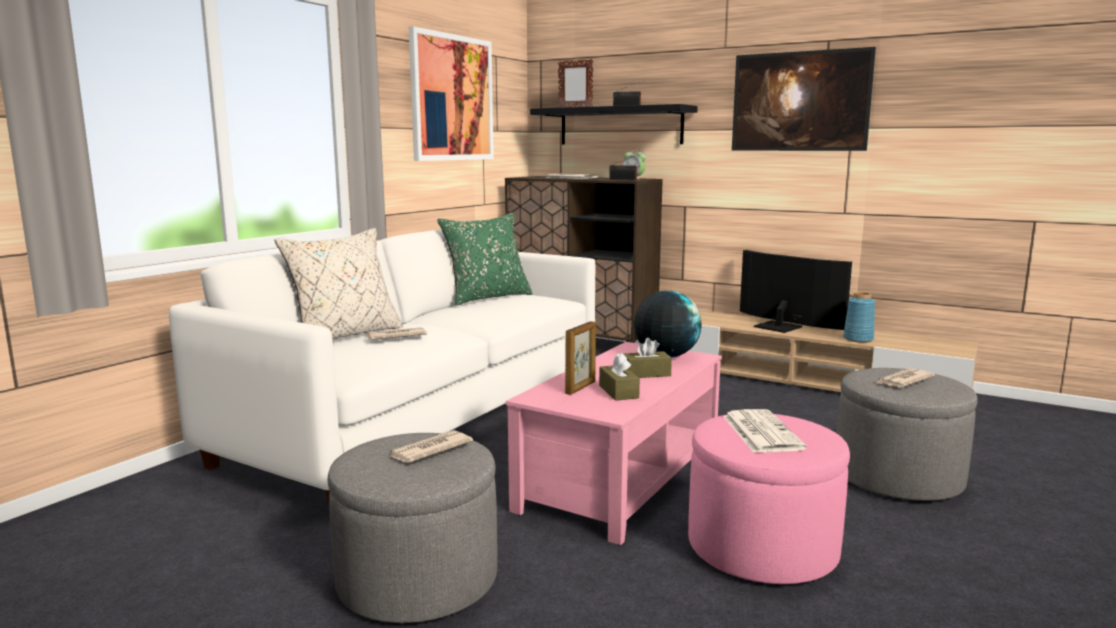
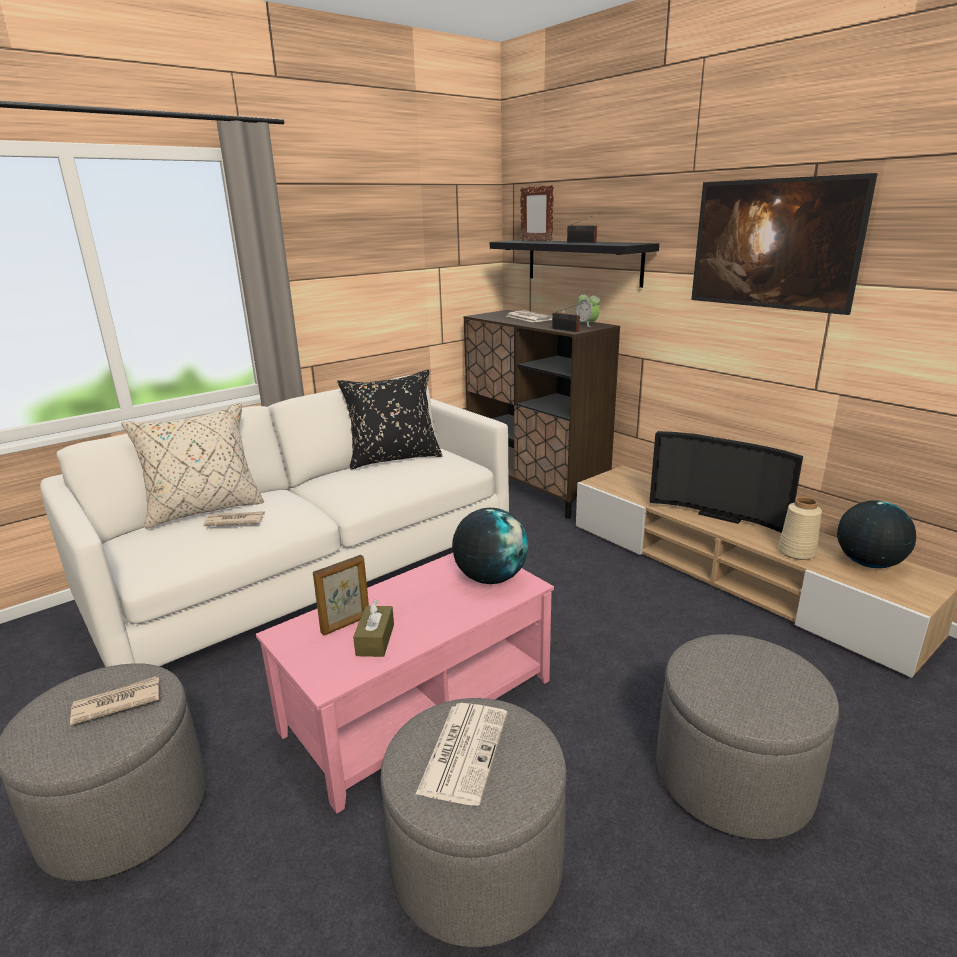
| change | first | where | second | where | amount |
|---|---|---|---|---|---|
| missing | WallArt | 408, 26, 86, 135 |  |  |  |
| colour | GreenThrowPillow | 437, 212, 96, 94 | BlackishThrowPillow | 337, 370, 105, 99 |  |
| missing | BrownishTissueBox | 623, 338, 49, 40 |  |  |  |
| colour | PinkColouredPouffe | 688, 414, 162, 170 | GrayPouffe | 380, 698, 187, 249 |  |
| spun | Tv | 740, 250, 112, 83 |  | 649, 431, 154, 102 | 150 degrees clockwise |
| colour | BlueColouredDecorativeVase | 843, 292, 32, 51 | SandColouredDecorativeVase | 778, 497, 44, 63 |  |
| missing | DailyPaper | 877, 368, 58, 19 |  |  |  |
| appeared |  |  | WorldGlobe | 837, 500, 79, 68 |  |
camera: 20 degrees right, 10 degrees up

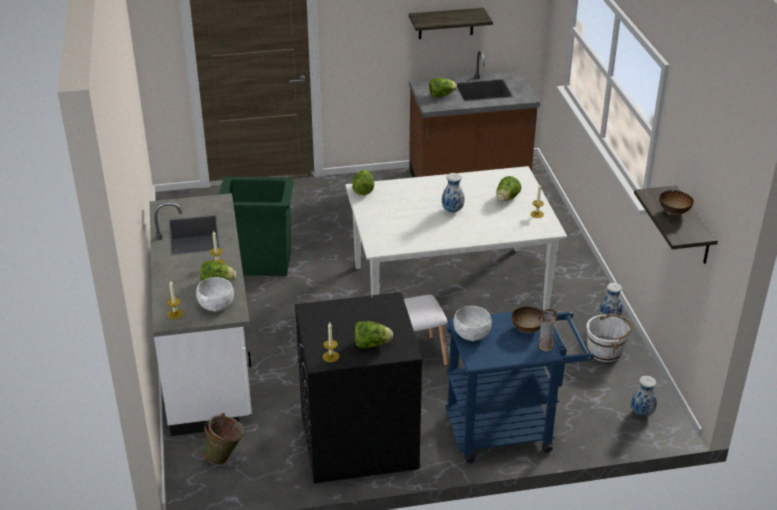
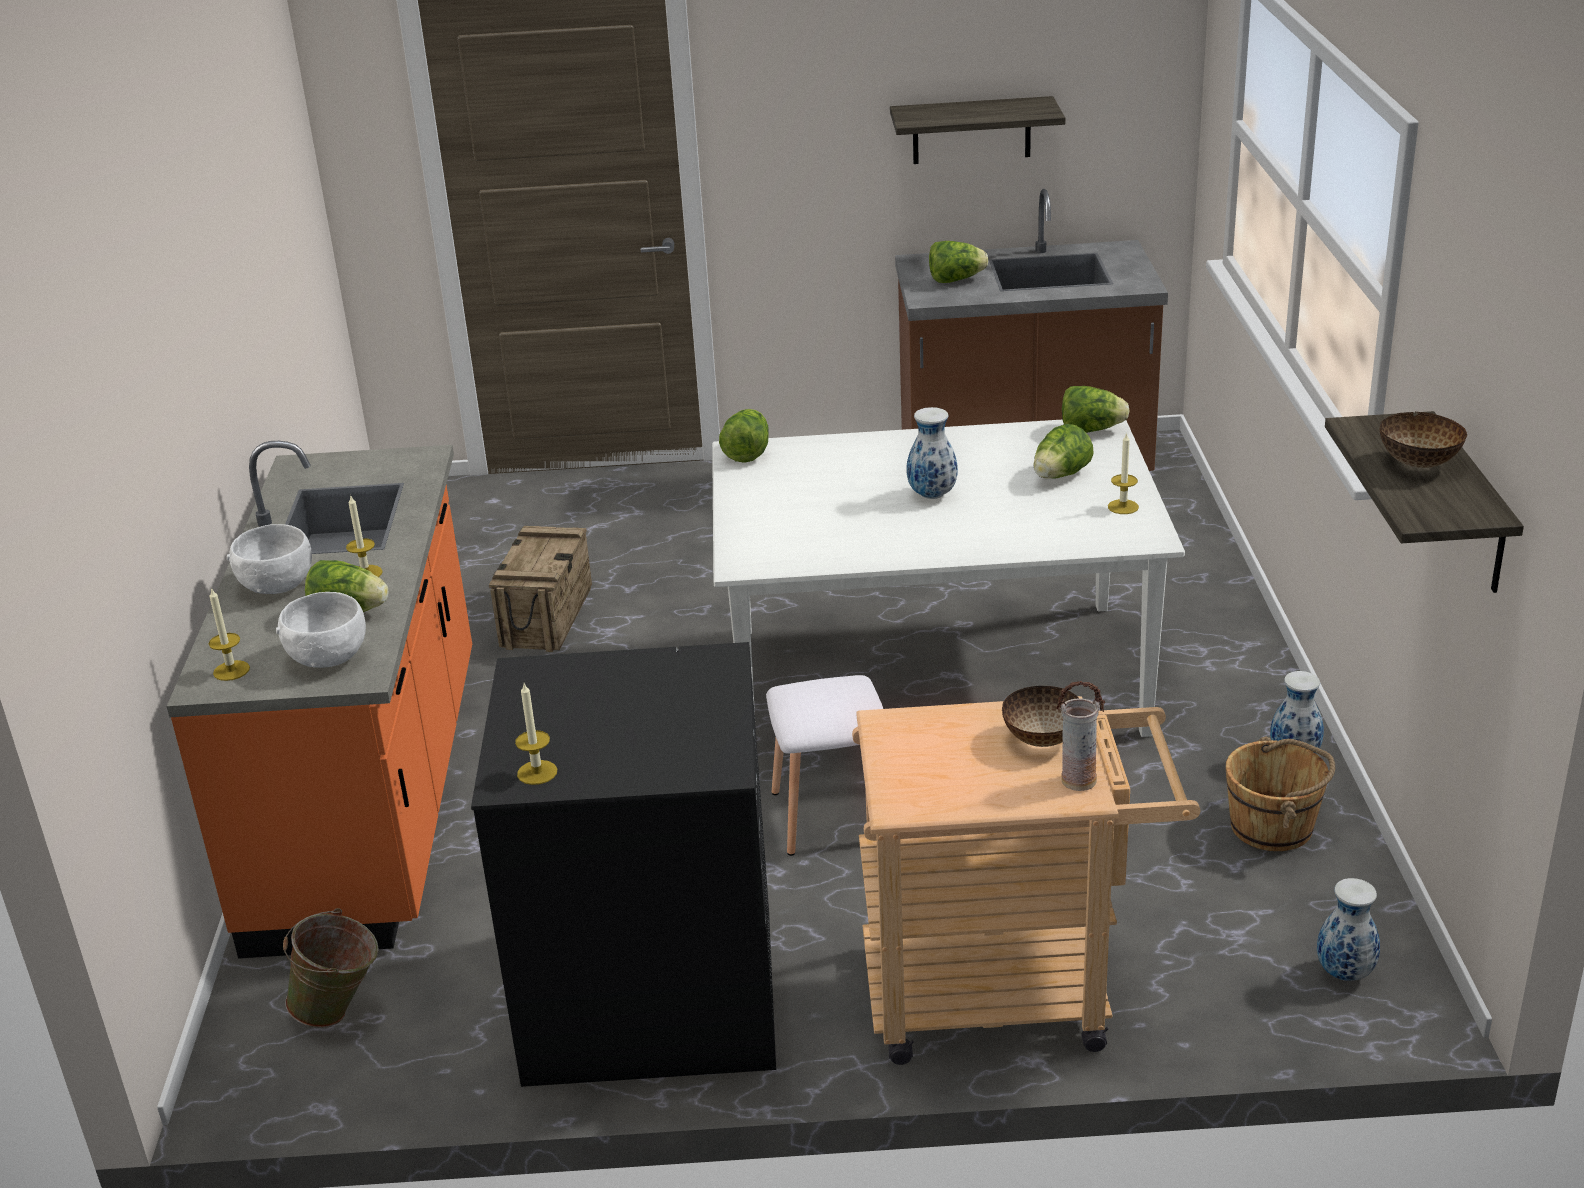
| change | first | where | second | where | amount |
|---|---|---|---|---|---|
| colour | WhitishKitchenBaseUnit | 149, 193, 103, 243 | OrangeColouredKitchenBaseUnit | 167, 441, 305, 518 |  |
| exchanged | GreenWasteBin | 219, 177, 75, 99 | ShippingCrate | 489, 526, 103, 126 |  |
| relocated | LettuceHead | 354, 321, 39, 27 |  | 1062, 386, 68, 47 |  |
| colour | BlueColouredCart | 445, 309, 149, 154 | SandColouredCart | 852, 696, 348, 369 |  |
| relocated | WhitishDeepDish | 453, 306, 39, 35 |  | 227, 524, 85, 70 |  |
| colour | WhitishBucket | 587, 313, 45, 49 | BrownishBucket | 1226, 736, 109, 115 |  |
camera: 10 degrees right, 5 degrees down

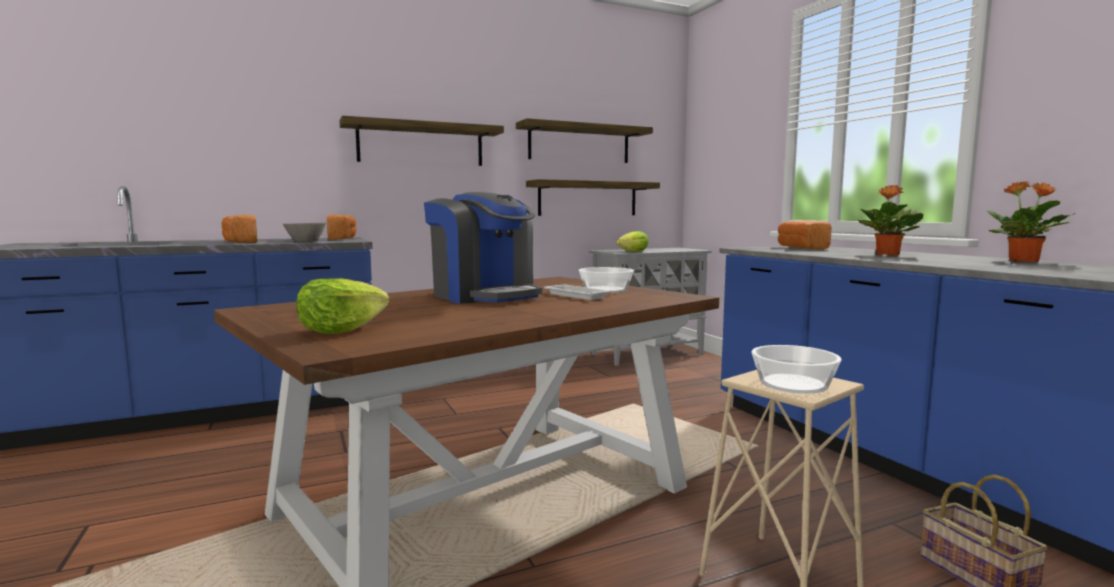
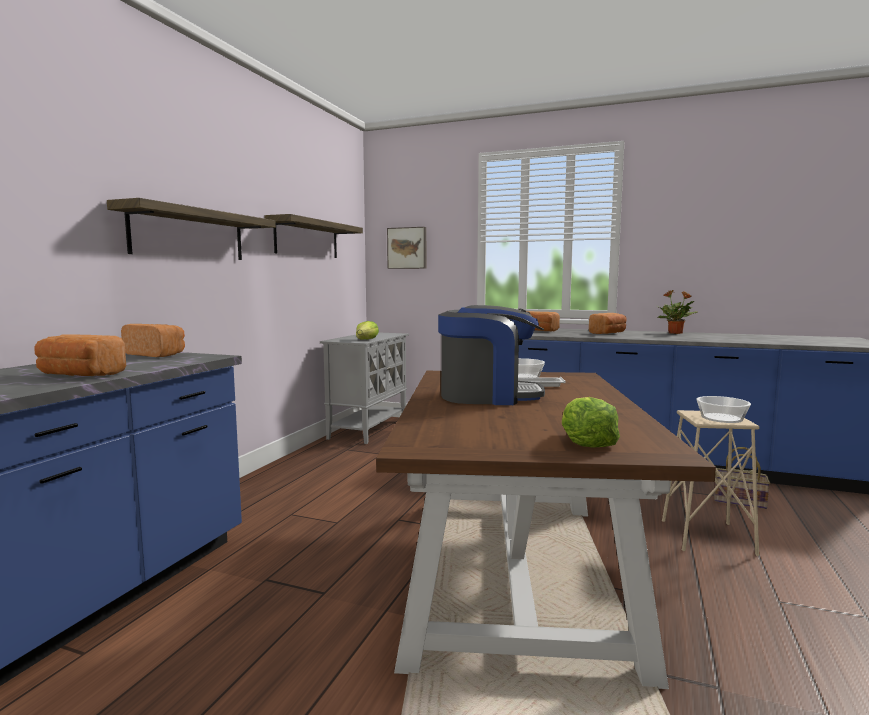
| change | first | where | second | where | amount |
|---|---|---|---|---|---|
| missing | GrayDeepDish | 283, 223, 43, 19 |  |  |  |
| missing | WallShelf | 526, 179, 134, 37 |  |  |  |
| exchanged | PlantInAPot | 858, 185, 66, 71 | Bread | 589, 313, 38, 21 |  |
| appeared |  |  | WallArt | 387, 227, 39, 42 |  |
camera: 45 degrees left, 0 degrees up

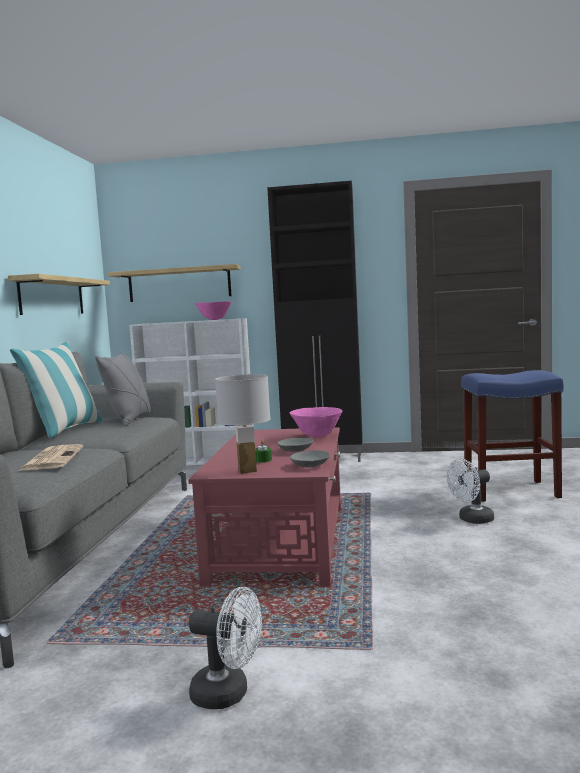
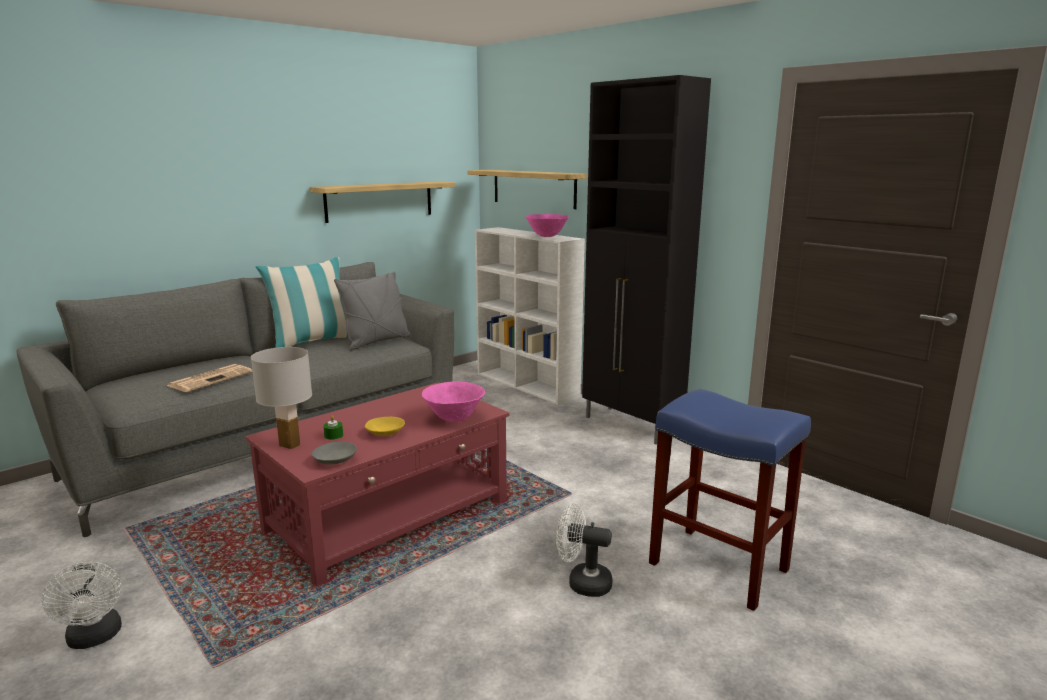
| change | first | where | second | where | amount |
|---|---|---|---|---|---|
| colour | GrayDeepDish | 277, 438, 36, 14 | YellowDeepDish | 365, 417, 40, 19 |  |
camera: 40 degrees right, 10 degrees up

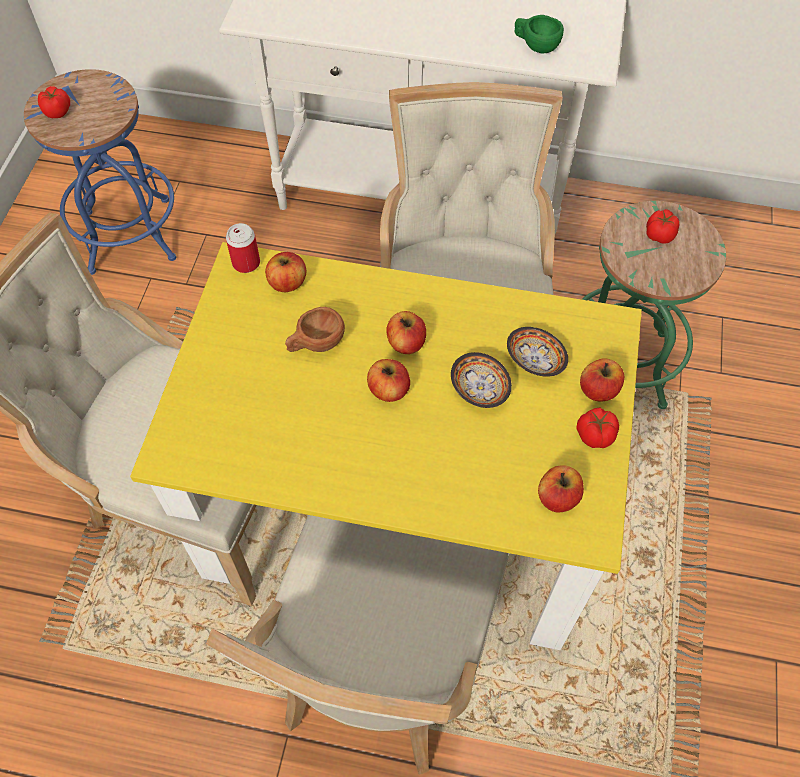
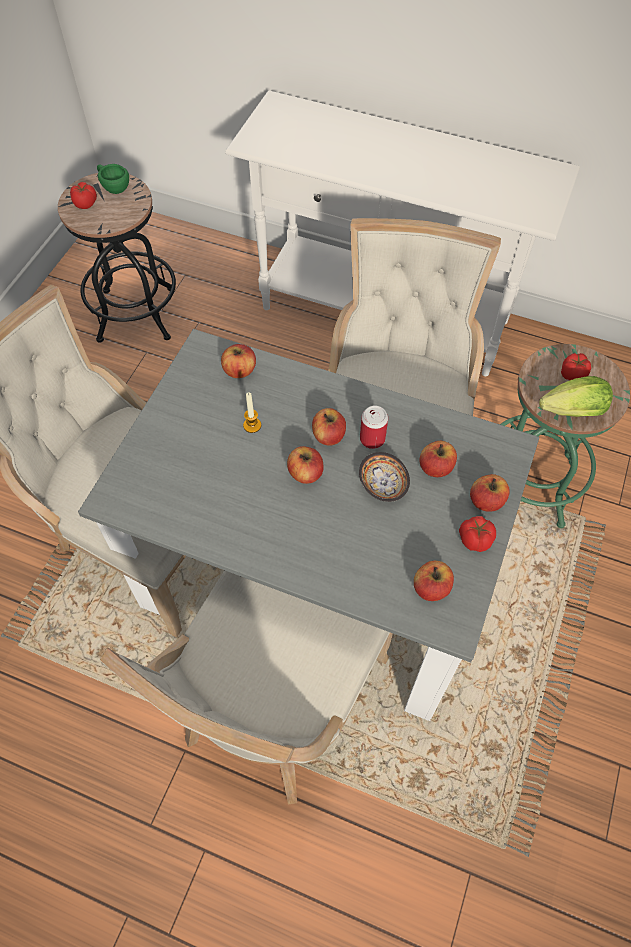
| change | first | where | second | where | amount |
|---|---|---|---|---|---|
| colour | BlueColouredStool | 24, 69, 152, 206 | BlackishStool | 58, 173, 118, 170 |  |
| colour | YellowKitchenTable | 130, 242, 512, 408 | GrayKitchenTable | 78, 329, 461, 392 |  |
| relocated | MetalCan | 226, 223, 34, 50 |  | 360, 406, 28, 43 |  |
| exchanged | BrownishCup | 285, 307, 60, 45 | WaxCandle | 243, 393, 18, 40 |  |
| exchanged | DeepDish | 507, 327, 61, 50 | Apple | 419, 441, 38, 36 |  |
| relocated | GreenCup | 515, 15, 49, 38 |  | 97, 164, 32, 30 |  |
| appeared |  |  | LettuceHead | 539, 376, 74, 41 |  |
camera: 10 degrees right, 0 degrees up

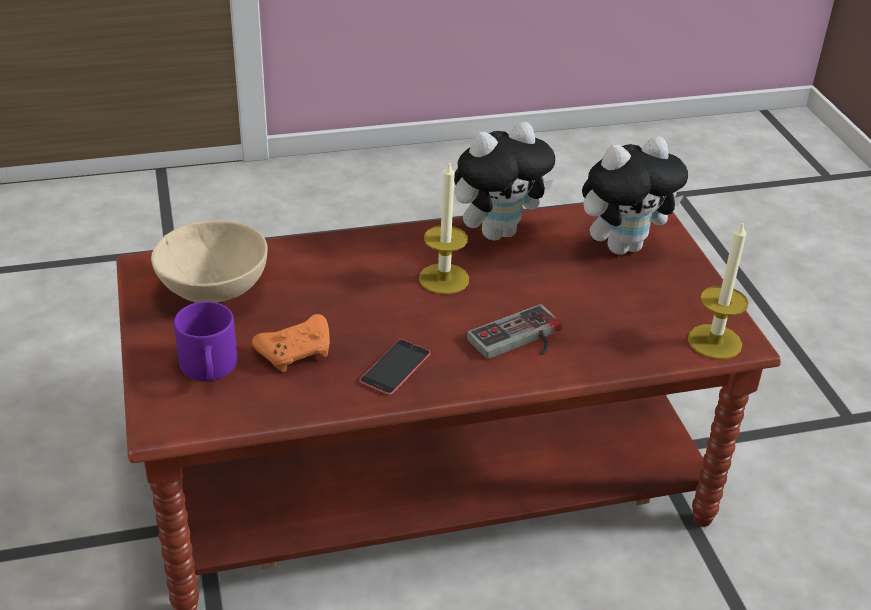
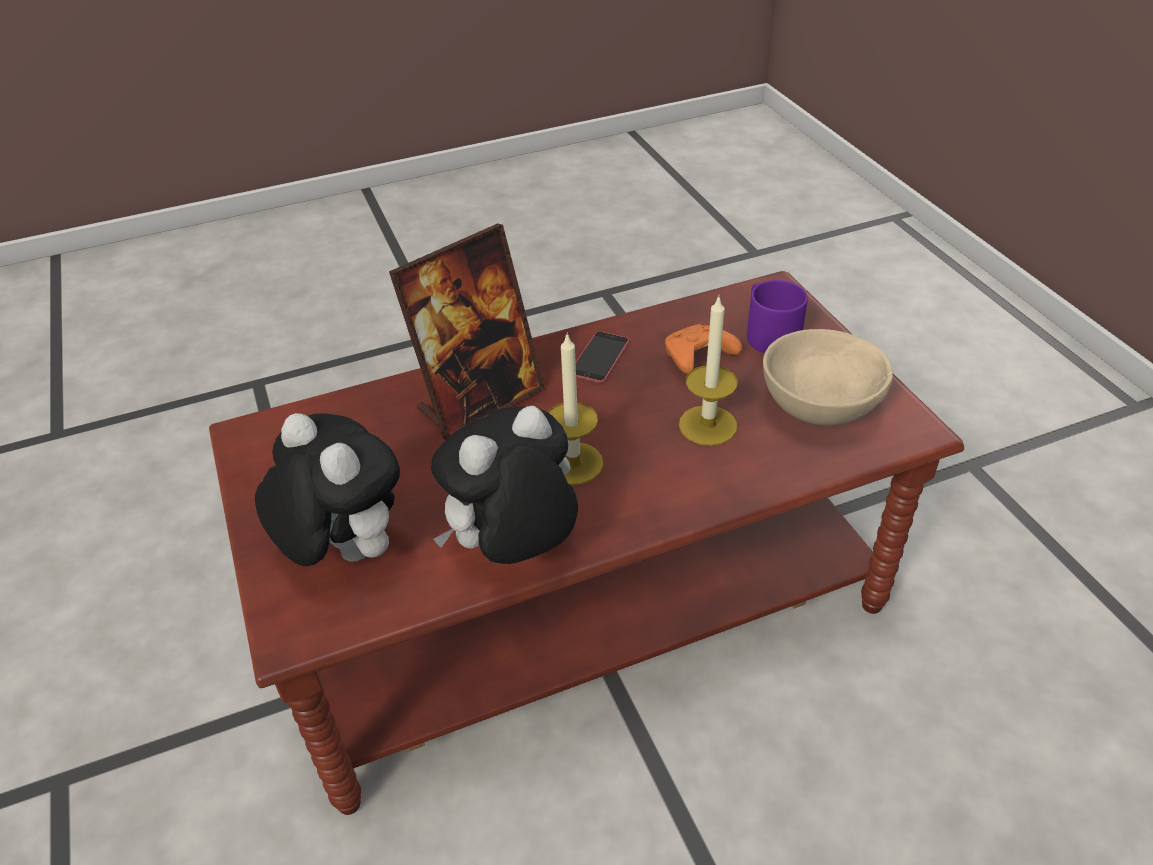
| change | first | where | second | where | amount |
|---|---|---|---|---|---|
| exchanged | Gamepad | 467, 304, 95, 55 | PictureFrame | 389, 223, 156, 217 |  |
| spun | SoftToy | 582, 136, 106, 119 |  | 255, 413, 145, 153 | 75 degrees clockwise |
| relocated | WaxCandle | 688, 221, 61, 138 |  | 679, 296, 59, 150 |  |
camera: 175 degrees right, 5 degrees up

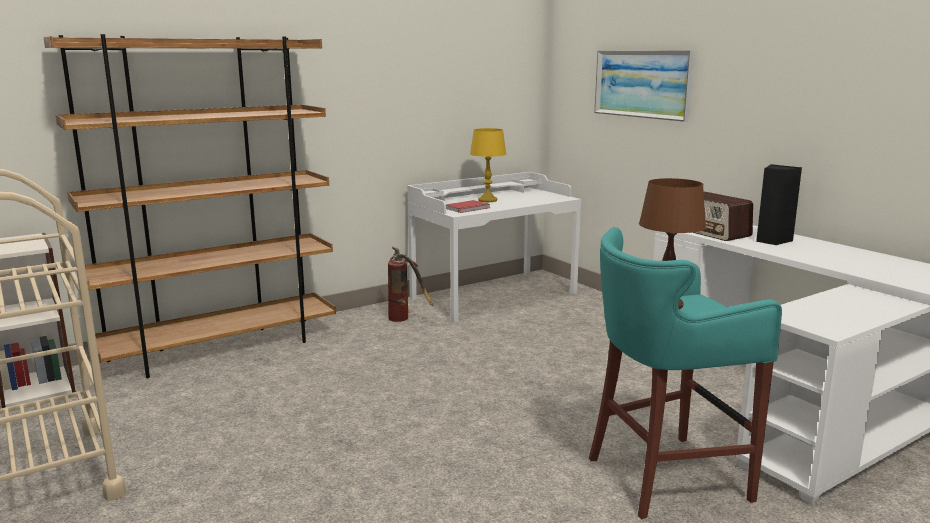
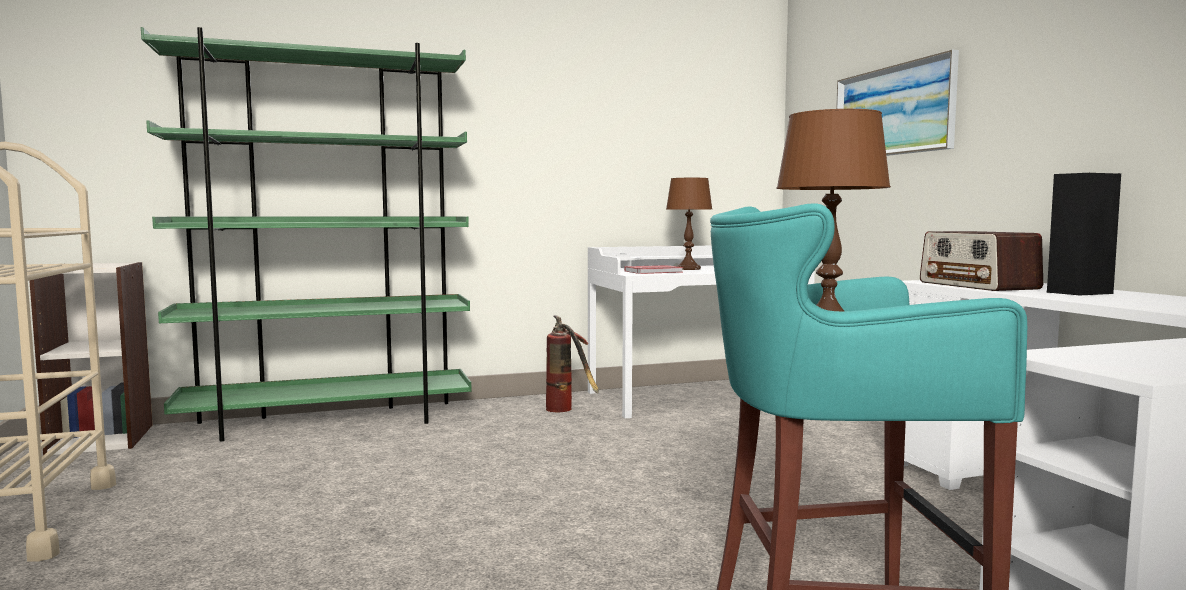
| change | first | where | second | where | amount |
|---|---|---|---|---|---|
| colour | BrownishBookshelf | 44, 34, 292, 344 | GreenBookshelf | 141, 27, 330, 415 |  |
| colour | YellowTableLamp | 470, 128, 36, 74 | BrownishTableLamp | 666, 178, 46, 92 |  |
camera: 15 degrees right, 10 degrees down

